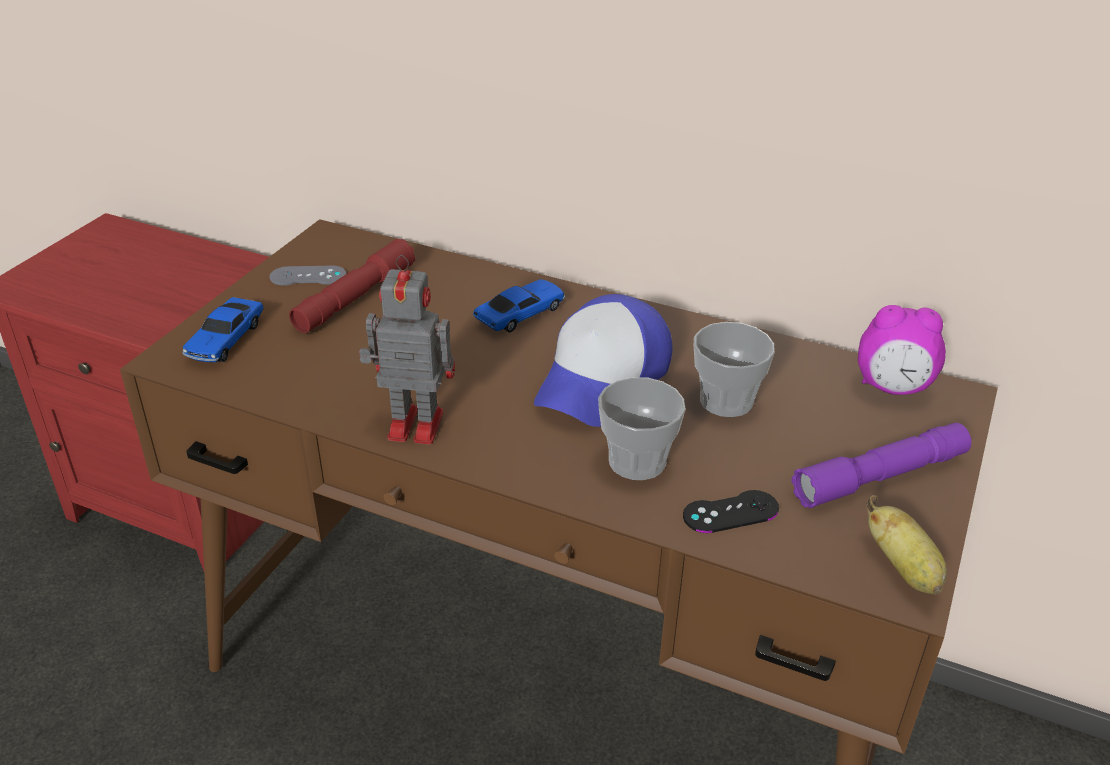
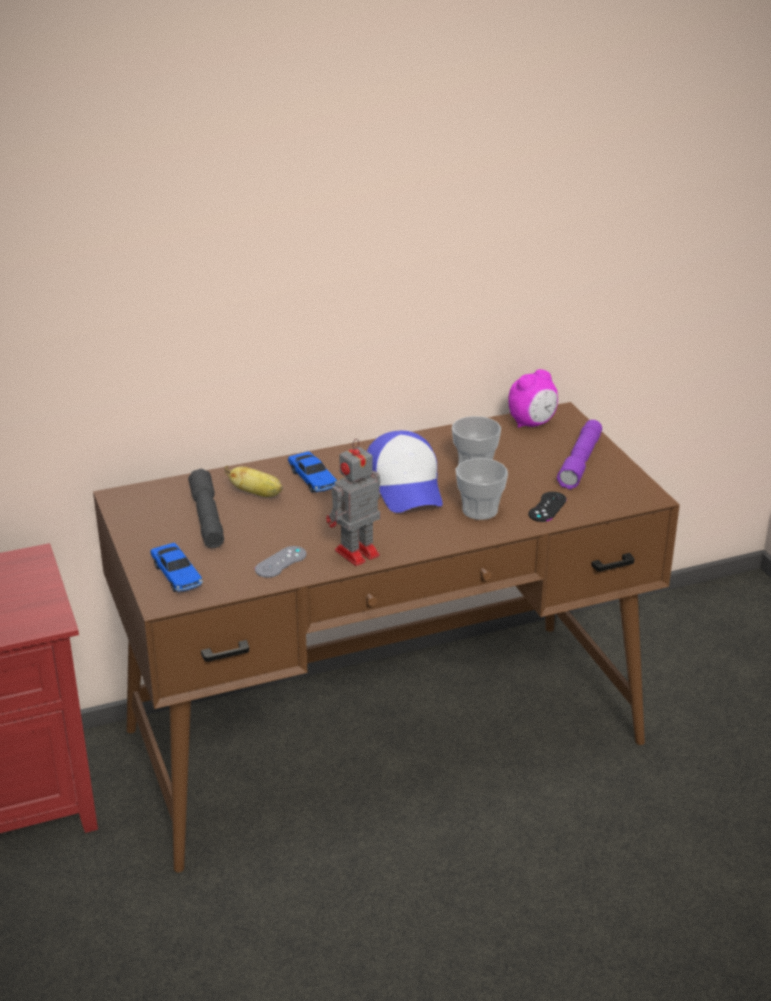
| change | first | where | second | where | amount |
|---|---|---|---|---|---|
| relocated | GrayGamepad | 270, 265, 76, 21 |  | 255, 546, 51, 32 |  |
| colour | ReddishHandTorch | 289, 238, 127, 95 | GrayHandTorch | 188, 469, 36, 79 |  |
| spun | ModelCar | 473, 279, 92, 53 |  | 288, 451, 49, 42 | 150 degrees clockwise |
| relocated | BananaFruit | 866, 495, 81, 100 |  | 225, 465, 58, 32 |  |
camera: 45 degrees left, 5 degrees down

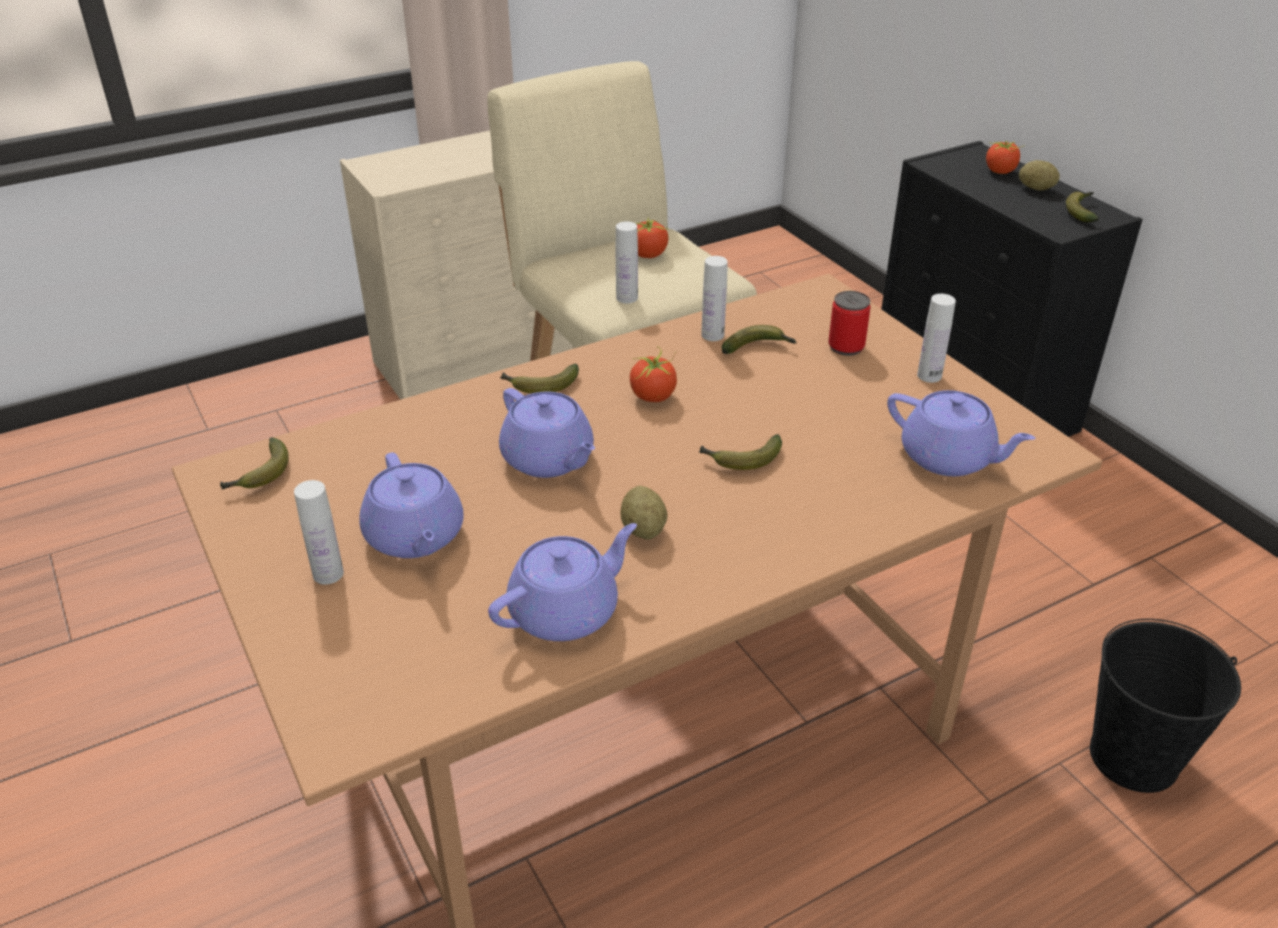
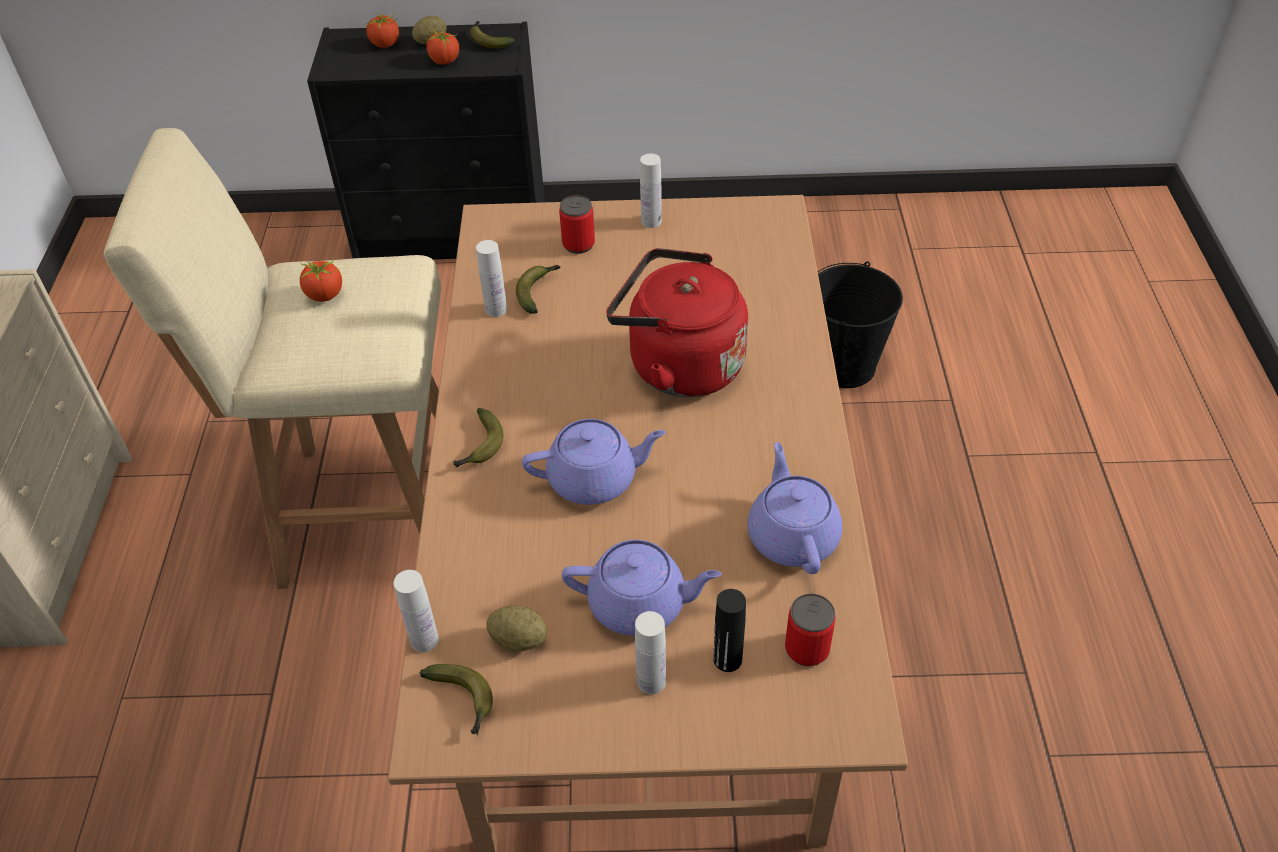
| change | first | where | second | where | amount |
|---|---|---|---|---|---|
| relocated | WhitishBottle | 615, 221, 23, 83 |  | 393, 570, 46, 82 |  |
| relocated | Spud | 620, 486, 48, 54 |  | 486, 605, 61, 47 |  |
| relocated | WholeTomato | 630, 347, 47, 55 |  | 426, 24, 33, 41 |  |
| exchanged | BananaFruit | 699, 434, 83, 36 | ReddishWaterKettle | 606, 248, 142, 149 |  |
| missing | PurpleTeapot | 887, 390, 148, 86 |  |  |  |
| appeared |  |  | BlackishBottle | 713, 589, 33, 83 |  |
| appeared |  |  | MetalCan | 785, 594, 51, 72 |  |
camera: 60 degrees left, 10 degrees up

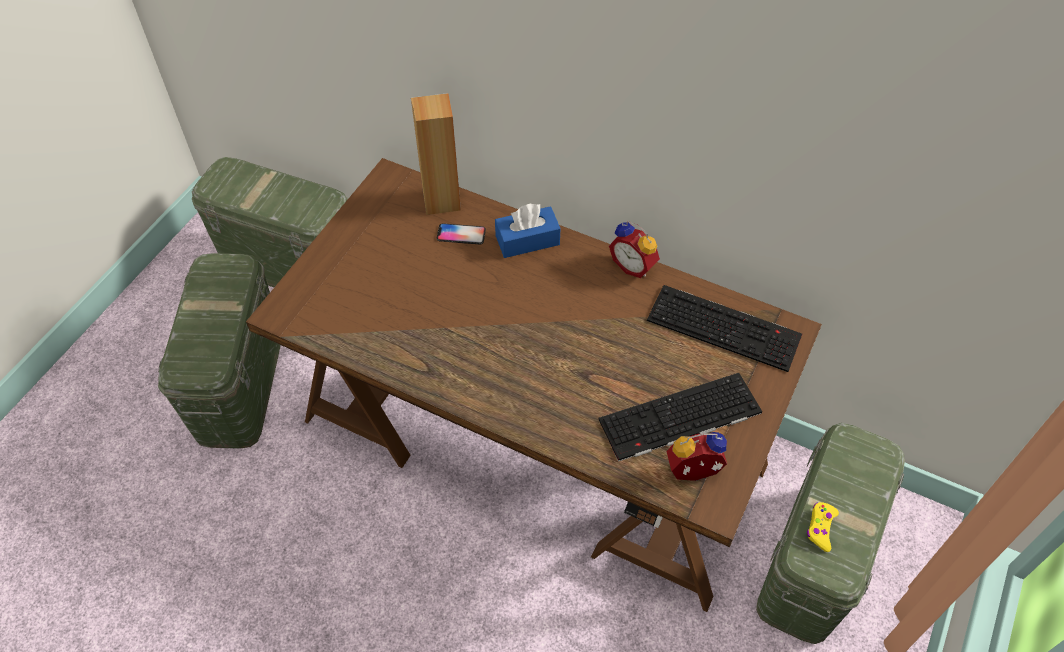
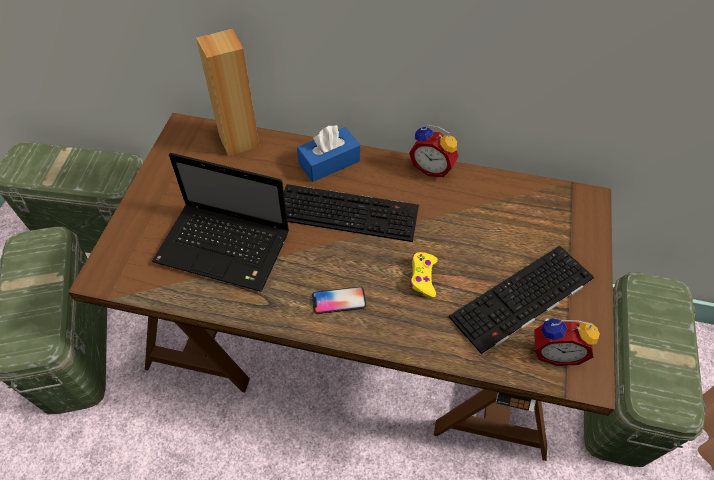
| change | first | where | second | where | amount |
|---|---|---|---|---|---|
| relocated | Handset | 436, 223, 50, 22 |  | 312, 286, 54, 28 |  |
| relocated | PcKeyboard | 647, 285, 155, 87 |  | 284, 184, 135, 58 |  |
| spun | AlarmClock | 666, 432, 61, 49 |  | 534, 318, 66, 48 | 150 degrees counterclockwise |
| relocated | YellowGamepad | 807, 502, 32, 50 |  | 410, 252, 28, 46 |  |
| appeared |  |  | NotebookComputer | 152, 153, 137, 139 |  |
camera: 15 degrees left, 0 degrees up

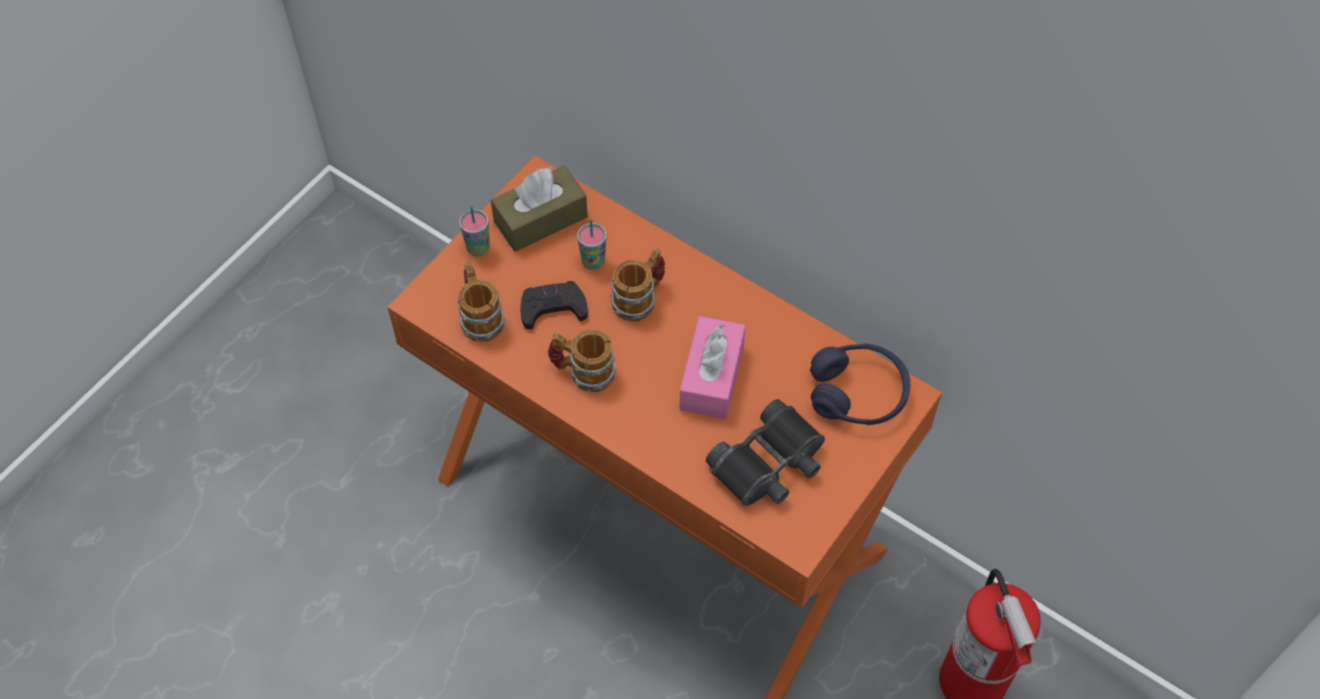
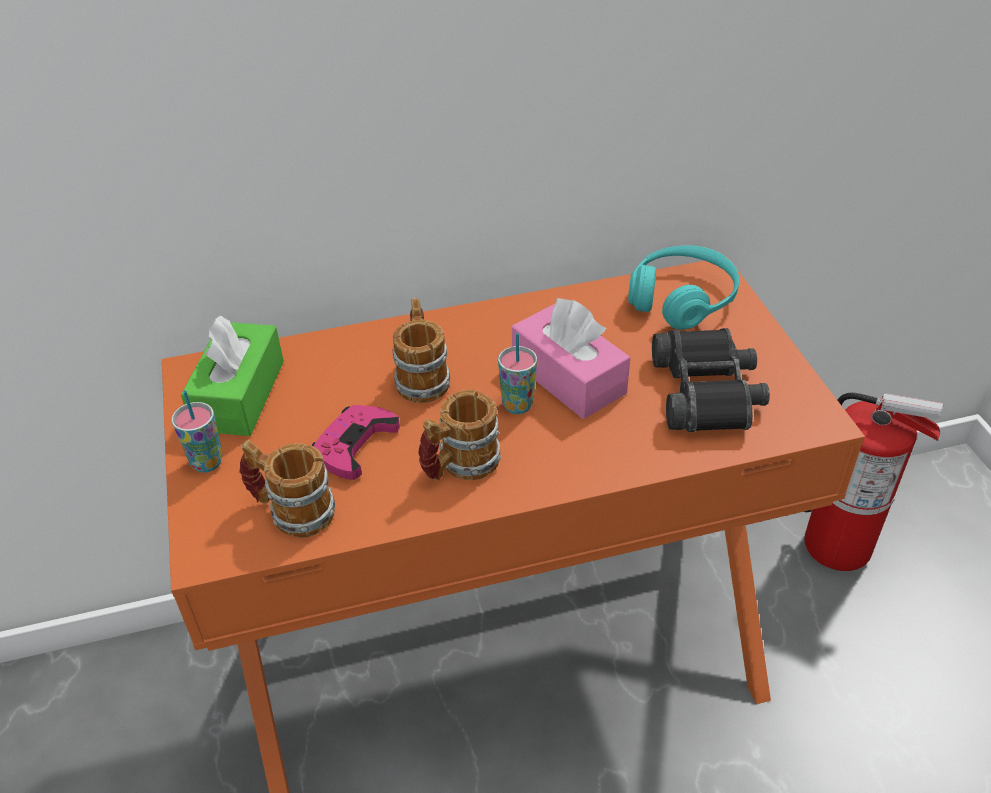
| change | first | where | second | where | amount |
|---|---|---|---|---|---|
| colour | BrownishTissueBox | 491, 165, 97, 87 | GreenTissueBox | 181, 316, 103, 120 |  |
| colour | BlackishGamepad | 520, 281, 68, 48 | PinkColouredGamepad | 312, 405, 88, 75 |  |
| relocated | Cup | 577, 220, 29, 50 |  | 498, 333, 39, 81 |  |
| colour | PurpleHeadset | 810, 343, 101, 82 | TurquoiseHeadset | 628, 246, 111, 84 |  |
camera: 50 degrees left, 15 degrees down

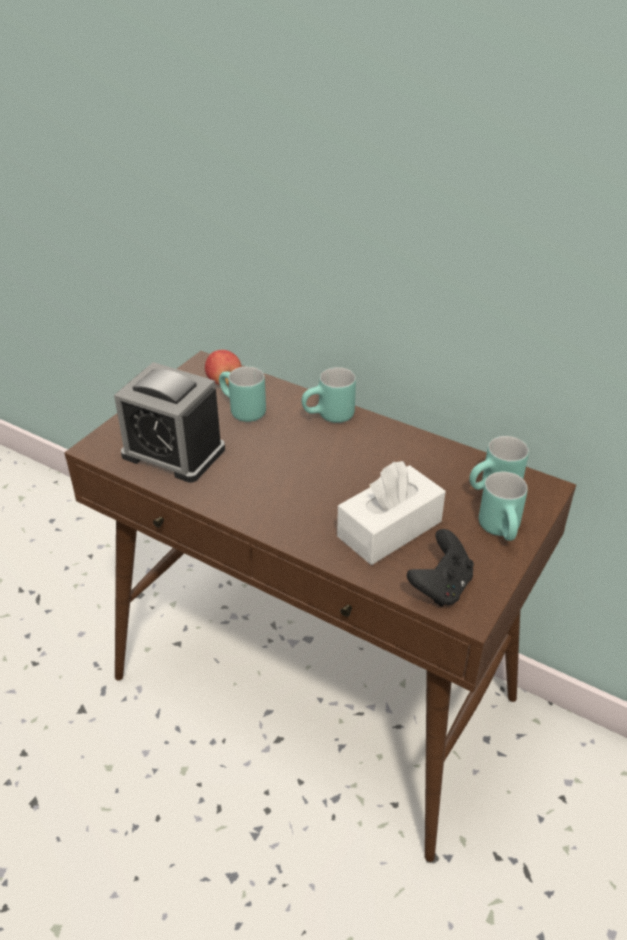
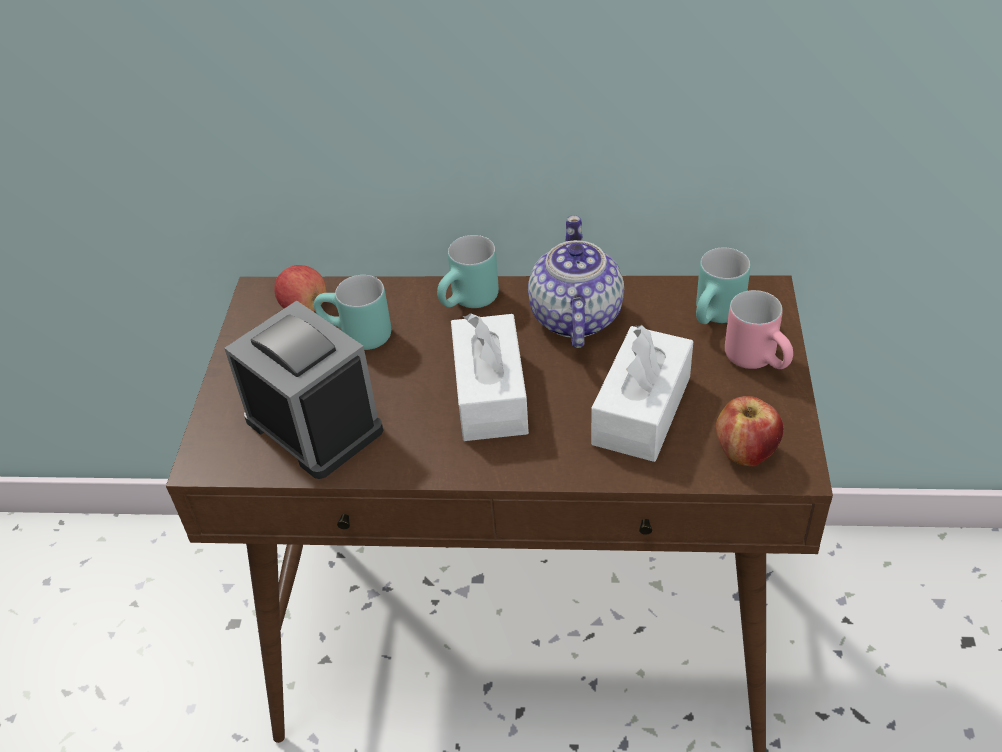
| change | first | where | second | where | amount |
|---|---|---|---|---|---|
| spun | AlarmClock | 114, 362, 111, 121 |  | 224, 301, 159, 178 | 135 degrees counterclockwise |
| exchanged | BlackishGamepad | 407, 529, 67, 78 | Apple | 716, 396, 67, 70 |  |
| colour | TurquoiseTeaMug | 479, 472, 49, 69 | PinkColouredTeaMug | 725, 290, 68, 79 |  |
| appeared |  |  | WhitishTissueBox | 451, 313, 78, 128 |  |
| appeared |  |  | Teapot | 528, 215, 96, 133 |  |
camera: 25 degrees left, 5 degrees up

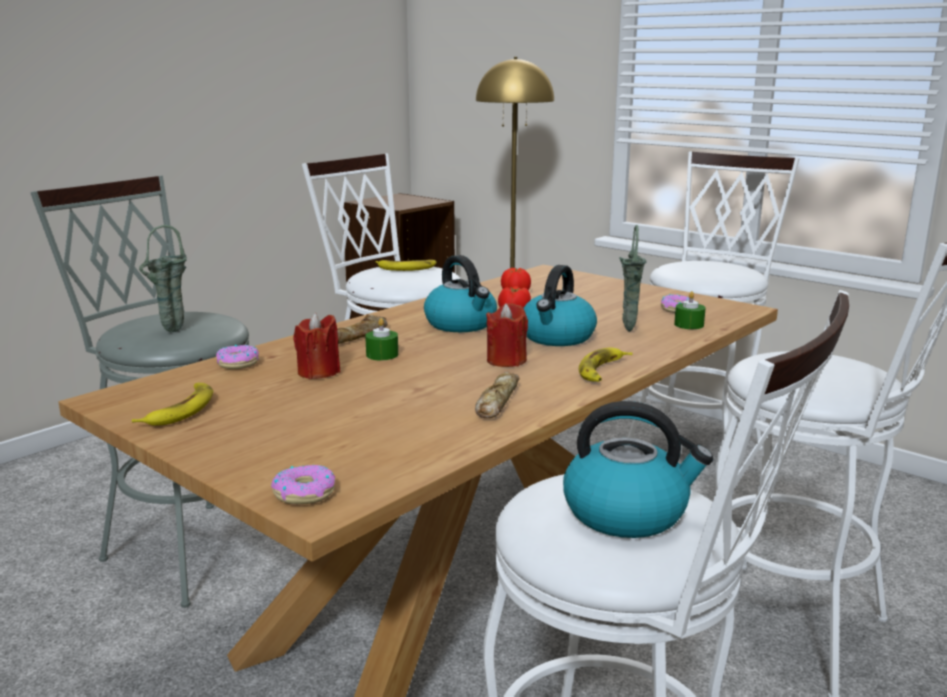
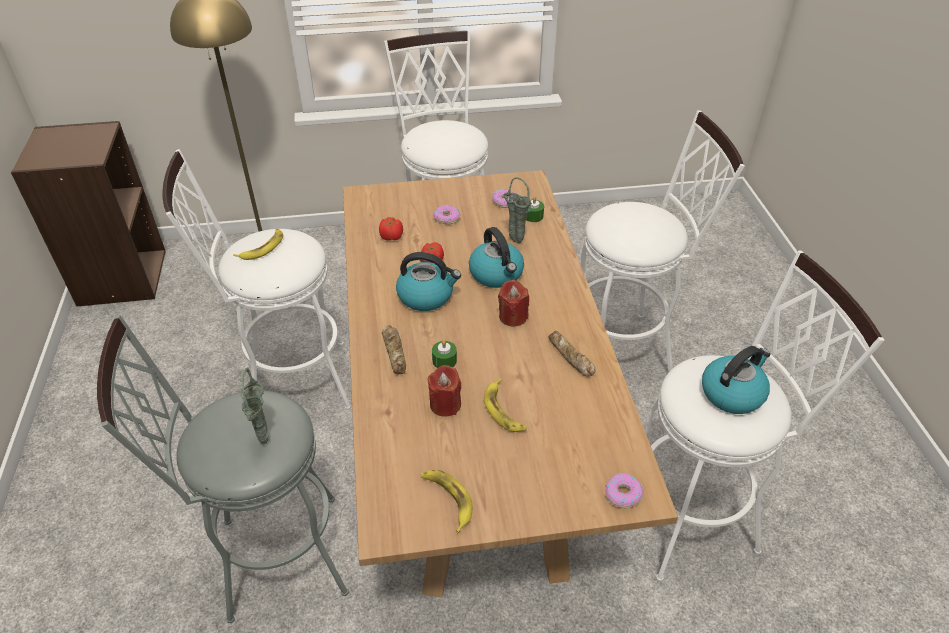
| change | first | where | second | where | amount |
|---|---|---|---|---|---|
| relocated | RingDoughnut | 216, 345, 43, 24 |  | 433, 205, 27, 19 |  |
| relocated | BananaFruit | 579, 347, 53, 35 |  | 484, 378, 42, 54 |  |
camera: 50 degrees left, 25 degrees up

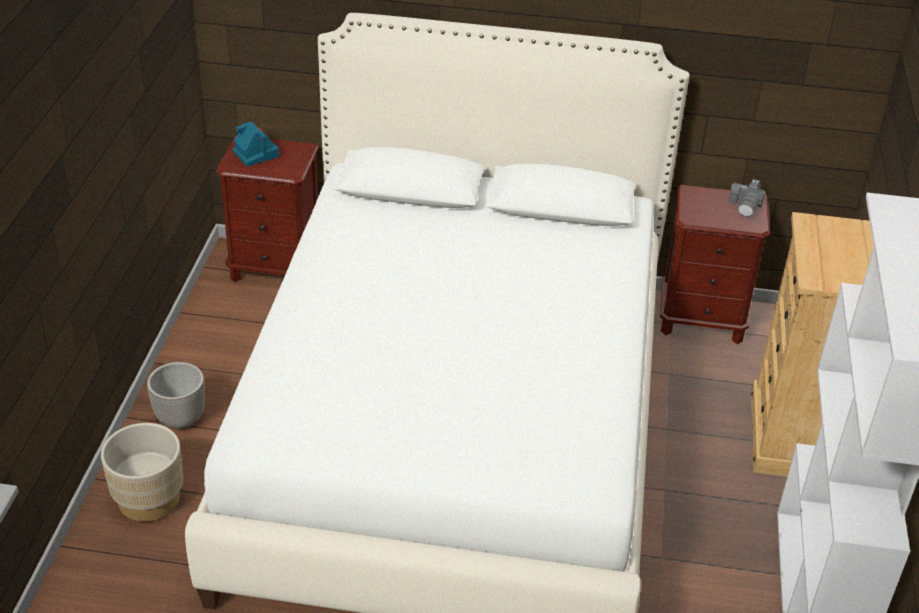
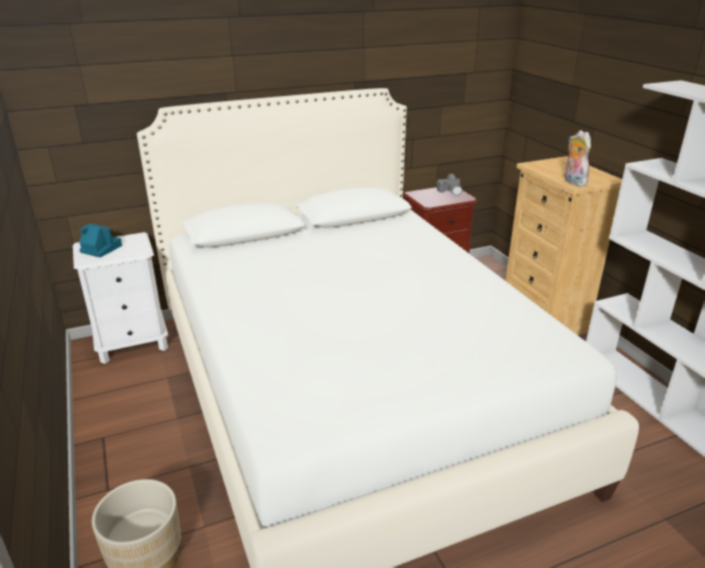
| change | first | where | second | where | amount |
|---|---|---|---|---|---|
| missing | Planter | 147, 362, 58, 67 |  |  |  |
| colour | BrownishNightTable | 216, 135, 103, 147 | WhitishNightTable | 73, 232, 95, 132 |  |
| appeared |  |  | SoftToy | 565, 130, 26, 56 |  |
camera: 30 degrees left, 10 degrees down

